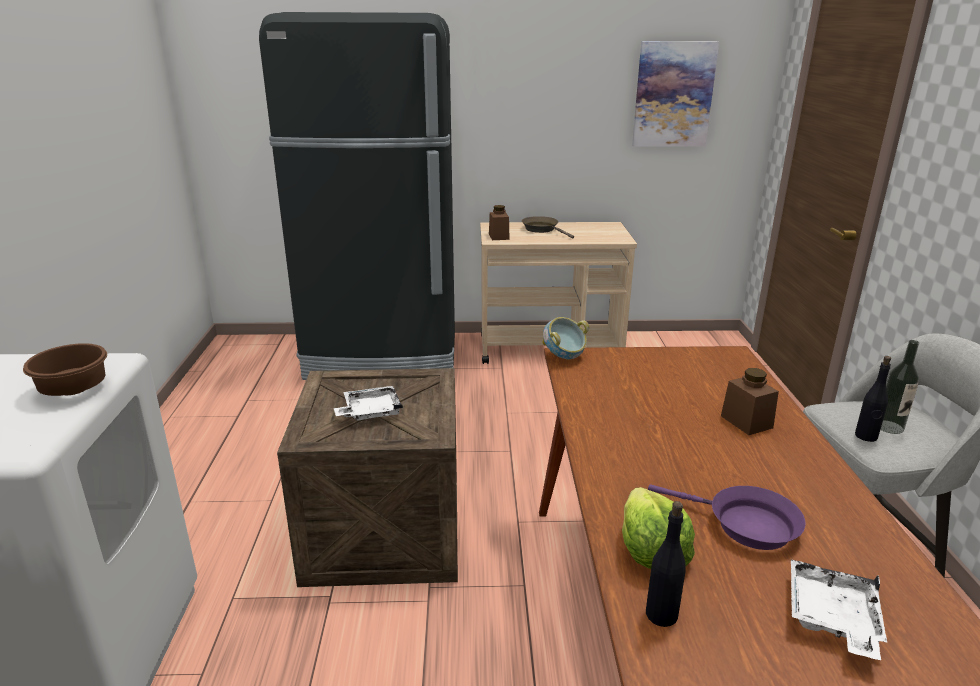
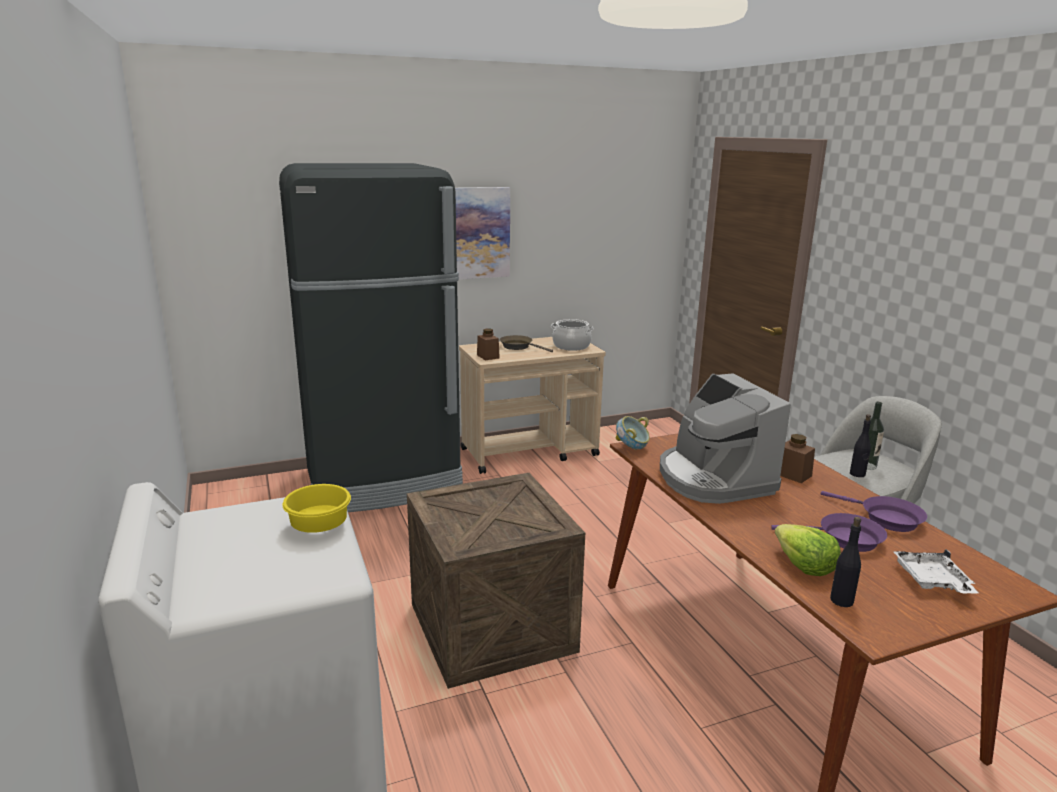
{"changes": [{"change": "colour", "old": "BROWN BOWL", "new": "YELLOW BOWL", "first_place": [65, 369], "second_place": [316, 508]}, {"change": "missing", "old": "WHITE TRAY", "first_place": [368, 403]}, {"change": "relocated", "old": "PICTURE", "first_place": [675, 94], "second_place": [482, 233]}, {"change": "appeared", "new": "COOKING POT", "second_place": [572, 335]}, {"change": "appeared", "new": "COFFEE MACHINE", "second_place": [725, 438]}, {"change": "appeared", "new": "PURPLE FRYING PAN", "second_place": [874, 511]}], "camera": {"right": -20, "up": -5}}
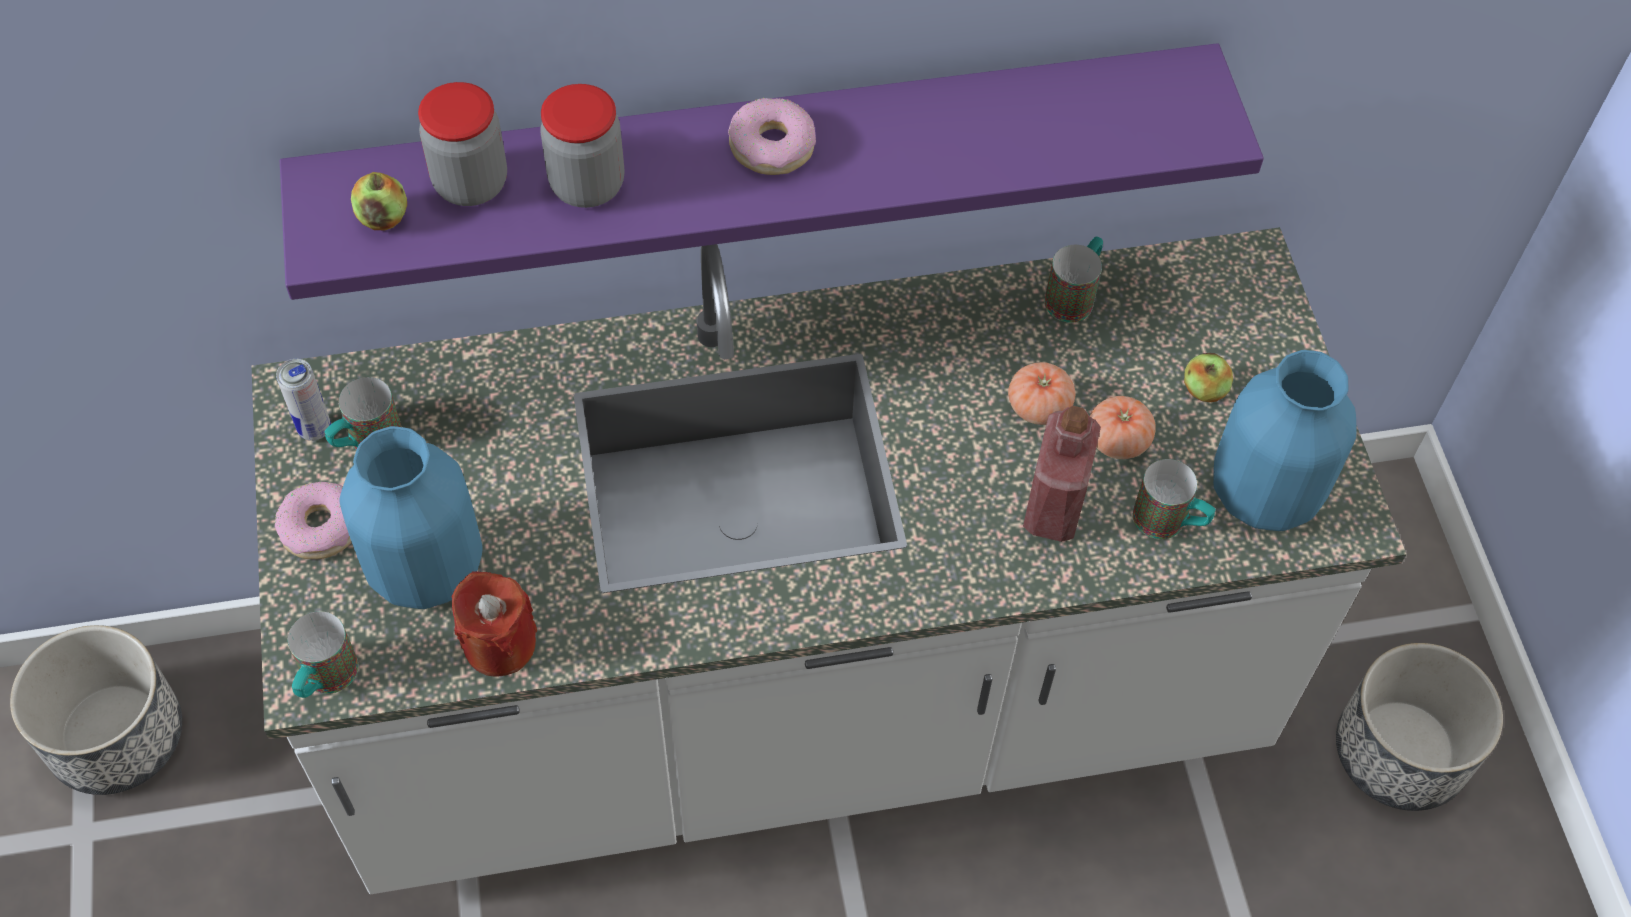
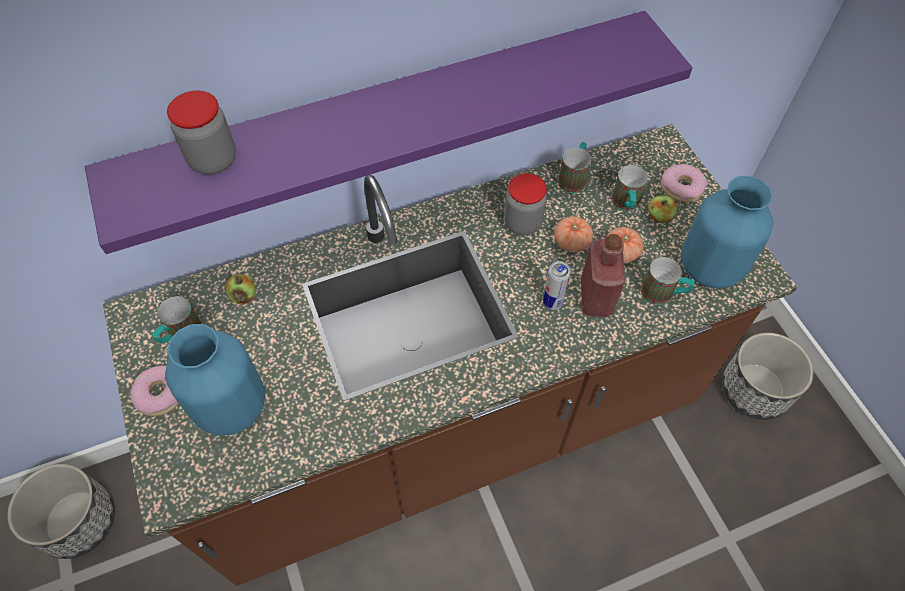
{"changes": [{"change": "colour", "old": "WHITE COUNTER", "new": "BROWN COUNTER", "first_place": [829, 560], "second_place": [450, 355]}, {"change": "relocated", "old": "CAN", "first_place": [303, 400], "second_place": [557, 285]}, {"change": "relocated", "old": "MUG", "first_place": [323, 654], "second_place": [629, 188]}, {"change": "relocated", "old": "APPLE", "first_place": [379, 201], "second_place": [240, 289]}, {"change": "missing", "old": "RED CANDLE", "first_place": [494, 624]}, {"change": "relocated", "old": "JAR", "first_place": [582, 146], "second_place": [525, 204]}, {"change": "relocated", "old": "DONUT", "first_place": [772, 136], "second_place": [684, 183]}], "camera": {"right": -10, "up": 0}}
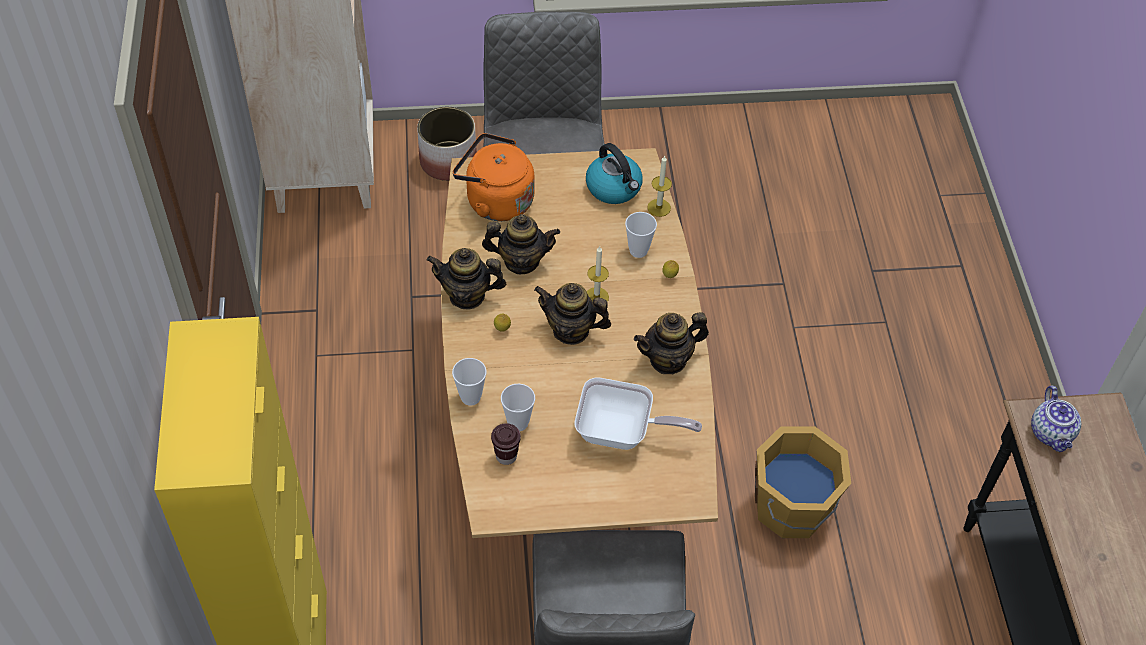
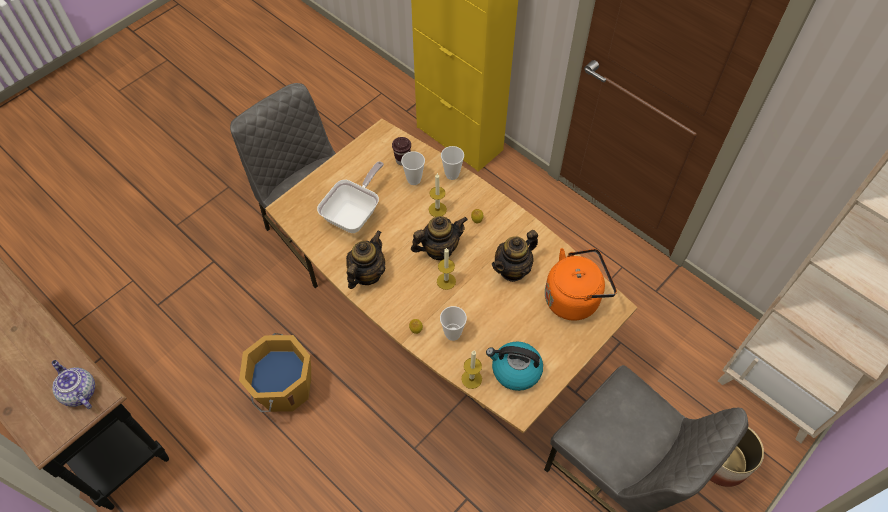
{"changes": [{"change": "missing", "old": "TEAPOT", "first_place": [466, 278]}, {"change": "spun", "old": "FRYING PAN", "first_place": [638, 413], "second_place": [350, 197], "degrees": 150}, {"change": "appeared", "new": "CANDLE", "second_place": [438, 195]}], "camera": {"right": 140, "up": 5}}
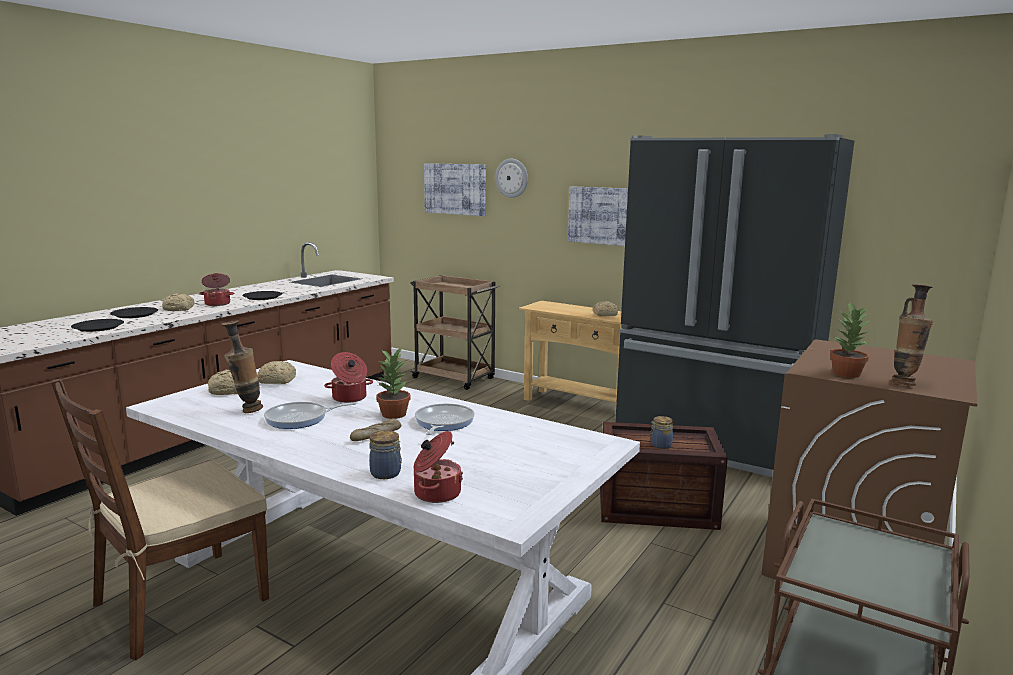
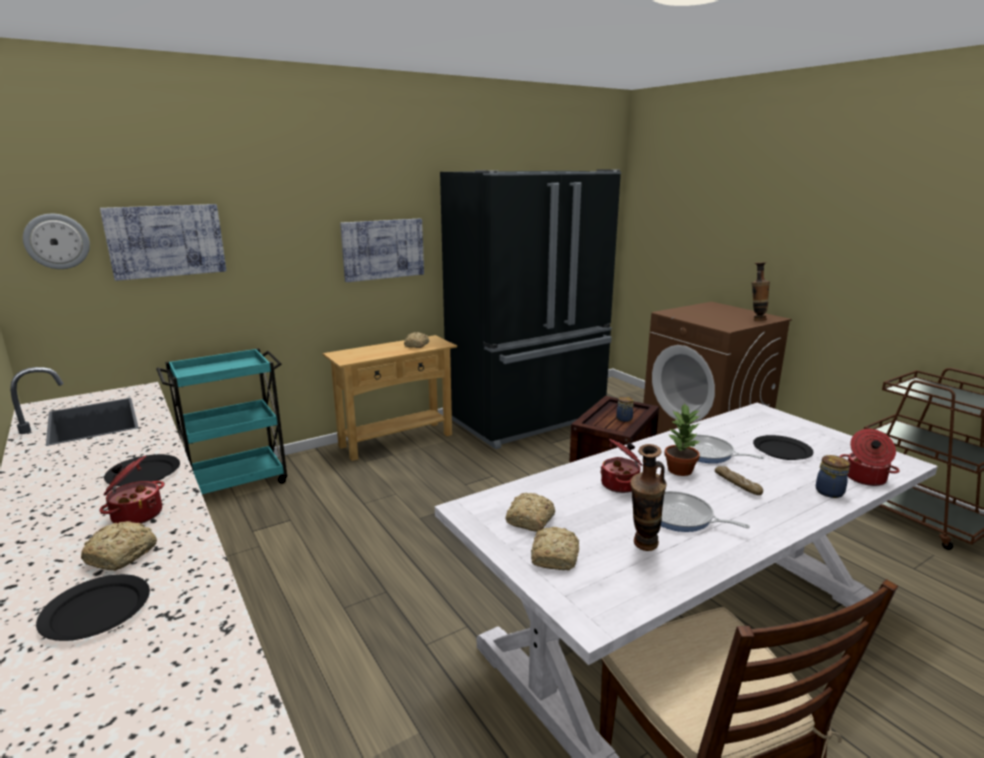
{"changes": [{"change": "relocated", "old": "BLACK PLATE", "first_place": [97, 325], "second_place": [783, 447]}, {"change": "spun", "old": "FRYING PAN", "first_place": [310, 415], "second_place": [705, 511], "degrees": 120}, {"change": "colour", "old": "BROWN CART", "new": "TURQUOISE CART", "first_place": [454, 332], "second_place": [221, 421]}, {"change": "relocated", "old": "WALL CLOCK", "first_place": [511, 178], "second_place": [56, 241]}, {"change": "missing", "old": "POTTED PLANT", "first_place": [849, 339]}], "camera": {"right": -65, "up": 5}}
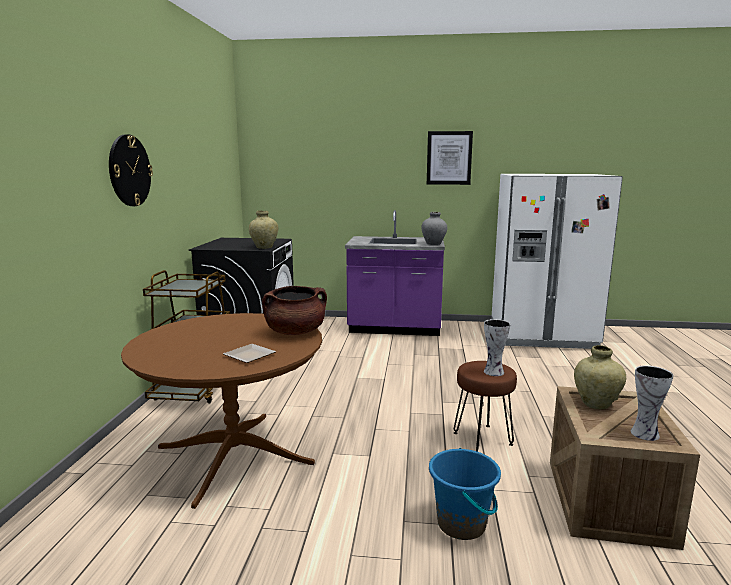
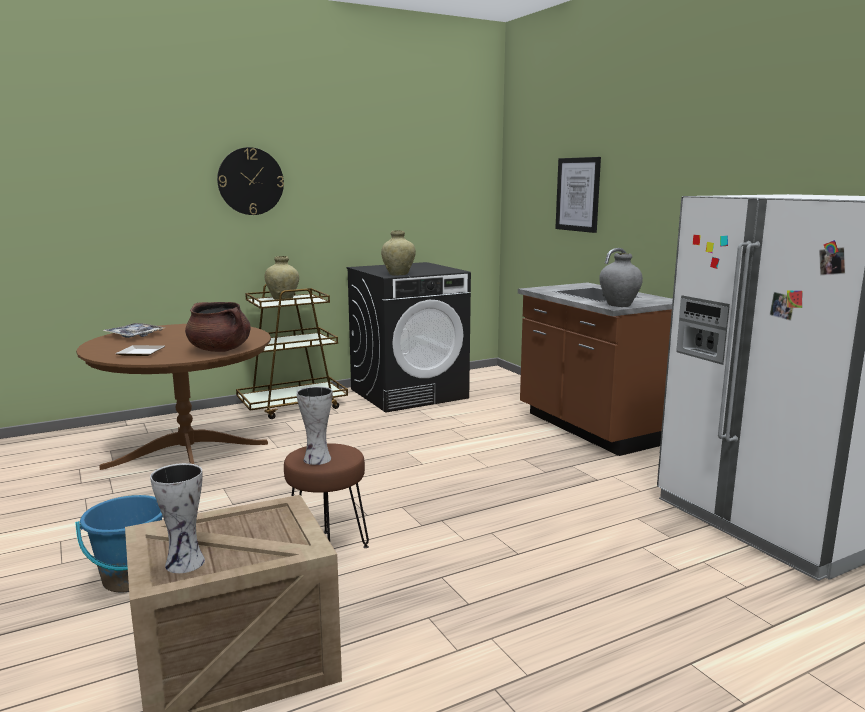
{"changes": [{"change": "colour", "old": "PURPLE COUNTER", "new": "BROWN COUNTER", "first_place": [395, 273], "second_place": [595, 352]}, {"change": "relocated", "old": "PICTURE", "first_place": [450, 158], "second_place": [578, 195]}, {"change": "relocated", "old": "BEIGE VASE", "first_place": [600, 377], "second_place": [281, 278]}, {"change": "appeared", "new": "TRAY", "second_place": [133, 330]}], "camera": {"right": 55, "up": 0}}
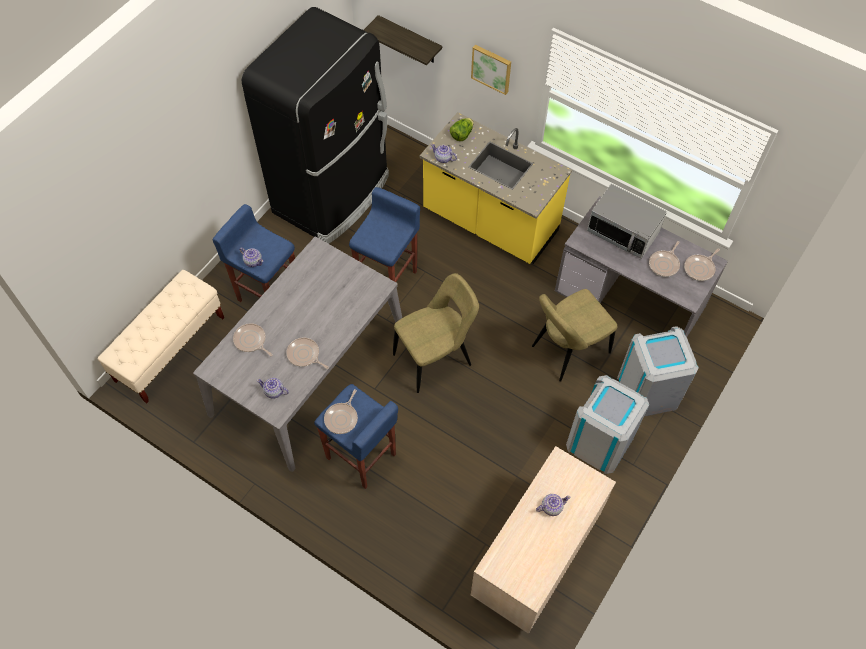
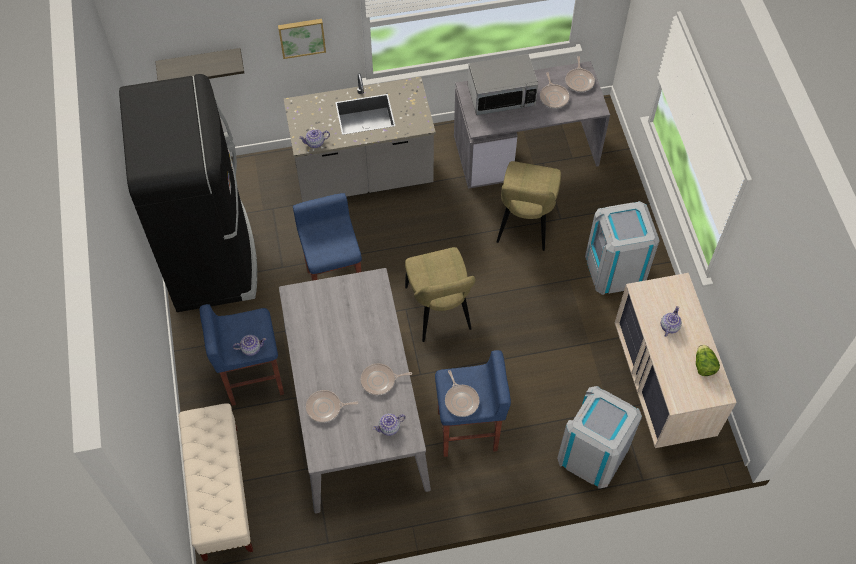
{"changes": [{"change": "spun", "old": "BEIGE CHAIR", "first_place": [436, 333], "second_place": [440, 294], "degrees": 150}, {"change": "colour", "old": "YELLOW COUNTER", "new": "GREY COUNTER", "first_place": [496, 188], "second_place": [359, 137]}, {"change": "relocated", "old": "LETTUCE", "first_place": [462, 129], "second_place": [708, 360]}, {"change": "relocated", "old": "GREY TRASH CAN", "first_place": [658, 371], "second_place": [599, 437]}], "camera": {"right": -45, "up": 0}}
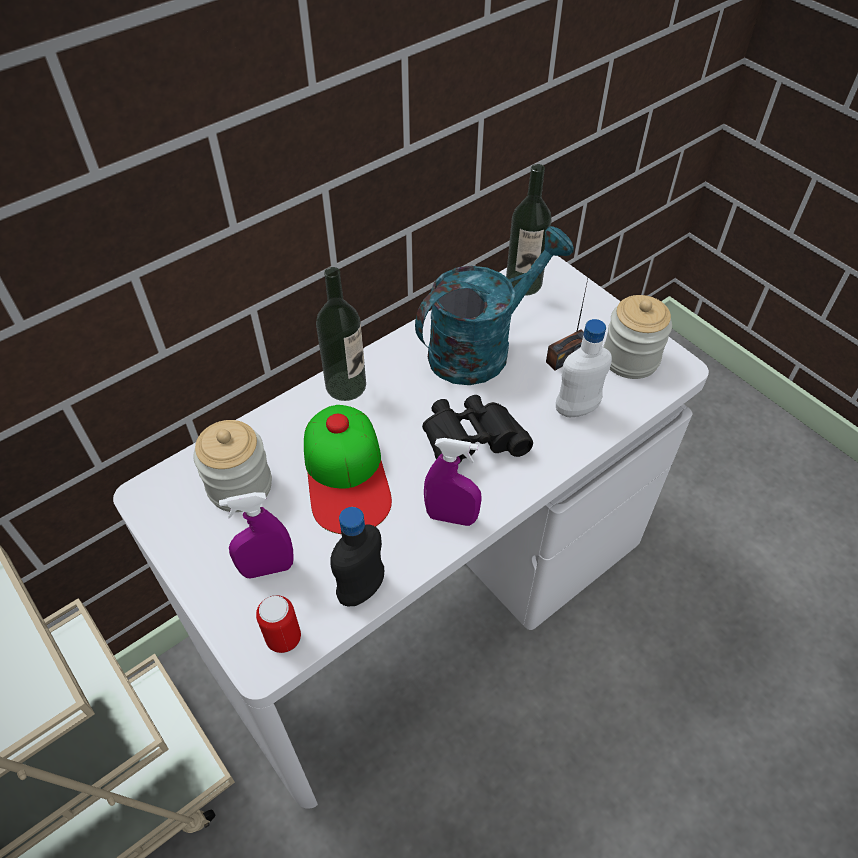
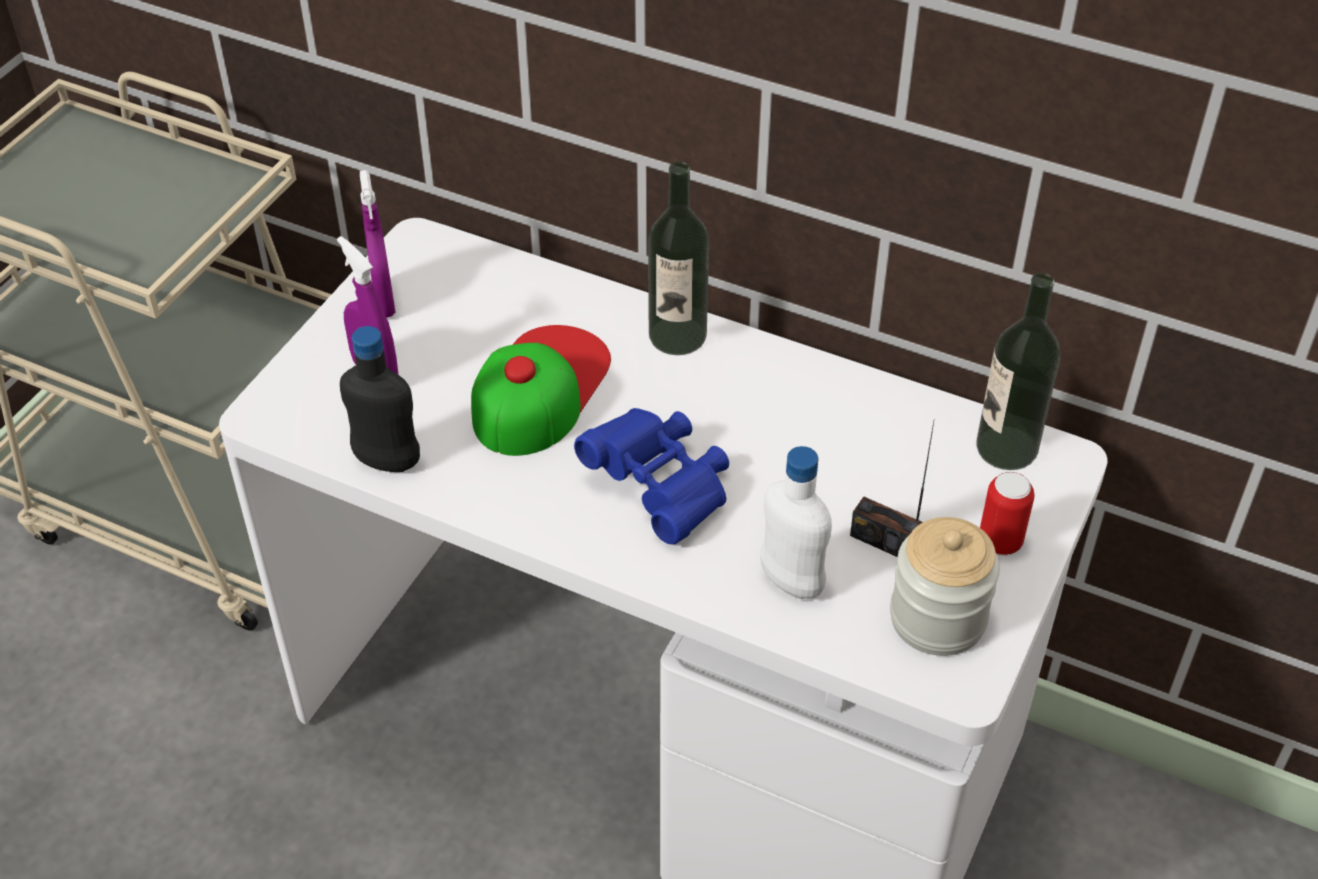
{"changes": [{"change": "missing", "old": "JAR", "first_place": [232, 466]}, {"change": "relocated", "old": "CAN", "first_place": [278, 624], "second_place": [1007, 514]}, {"change": "spun", "old": "CAP", "first_place": [348, 469], "second_place": [541, 390], "degrees": 150}, {"change": "missing", "old": "TURQUOISE WATERING CAN", "first_place": [494, 305]}, {"change": "colour", "old": "BLACK BINOCULARS", "new": "BLUE BINOCULARS", "first_place": [477, 428], "second_place": [651, 476]}, {"change": "relocated", "old": "PURPLE SPRAY BOTTLE", "first_place": [453, 482], "second_place": [377, 244]}], "camera": {"right": 65, "up": -5}}
